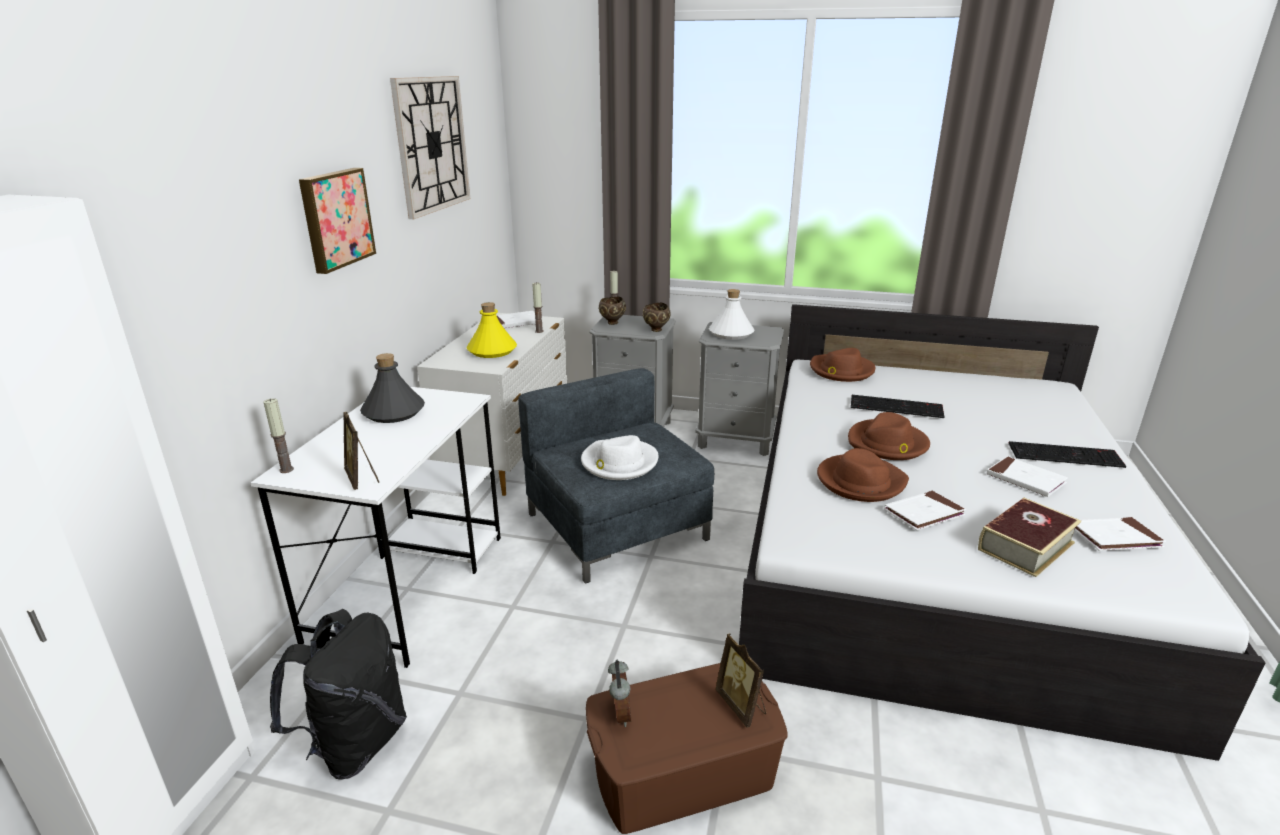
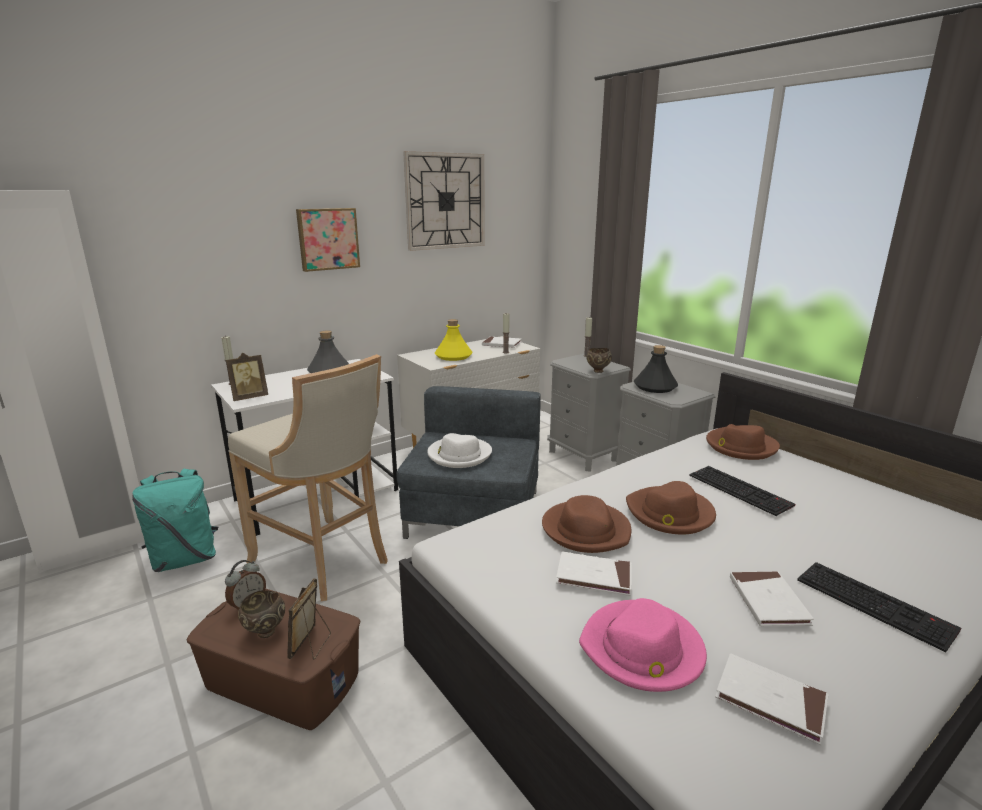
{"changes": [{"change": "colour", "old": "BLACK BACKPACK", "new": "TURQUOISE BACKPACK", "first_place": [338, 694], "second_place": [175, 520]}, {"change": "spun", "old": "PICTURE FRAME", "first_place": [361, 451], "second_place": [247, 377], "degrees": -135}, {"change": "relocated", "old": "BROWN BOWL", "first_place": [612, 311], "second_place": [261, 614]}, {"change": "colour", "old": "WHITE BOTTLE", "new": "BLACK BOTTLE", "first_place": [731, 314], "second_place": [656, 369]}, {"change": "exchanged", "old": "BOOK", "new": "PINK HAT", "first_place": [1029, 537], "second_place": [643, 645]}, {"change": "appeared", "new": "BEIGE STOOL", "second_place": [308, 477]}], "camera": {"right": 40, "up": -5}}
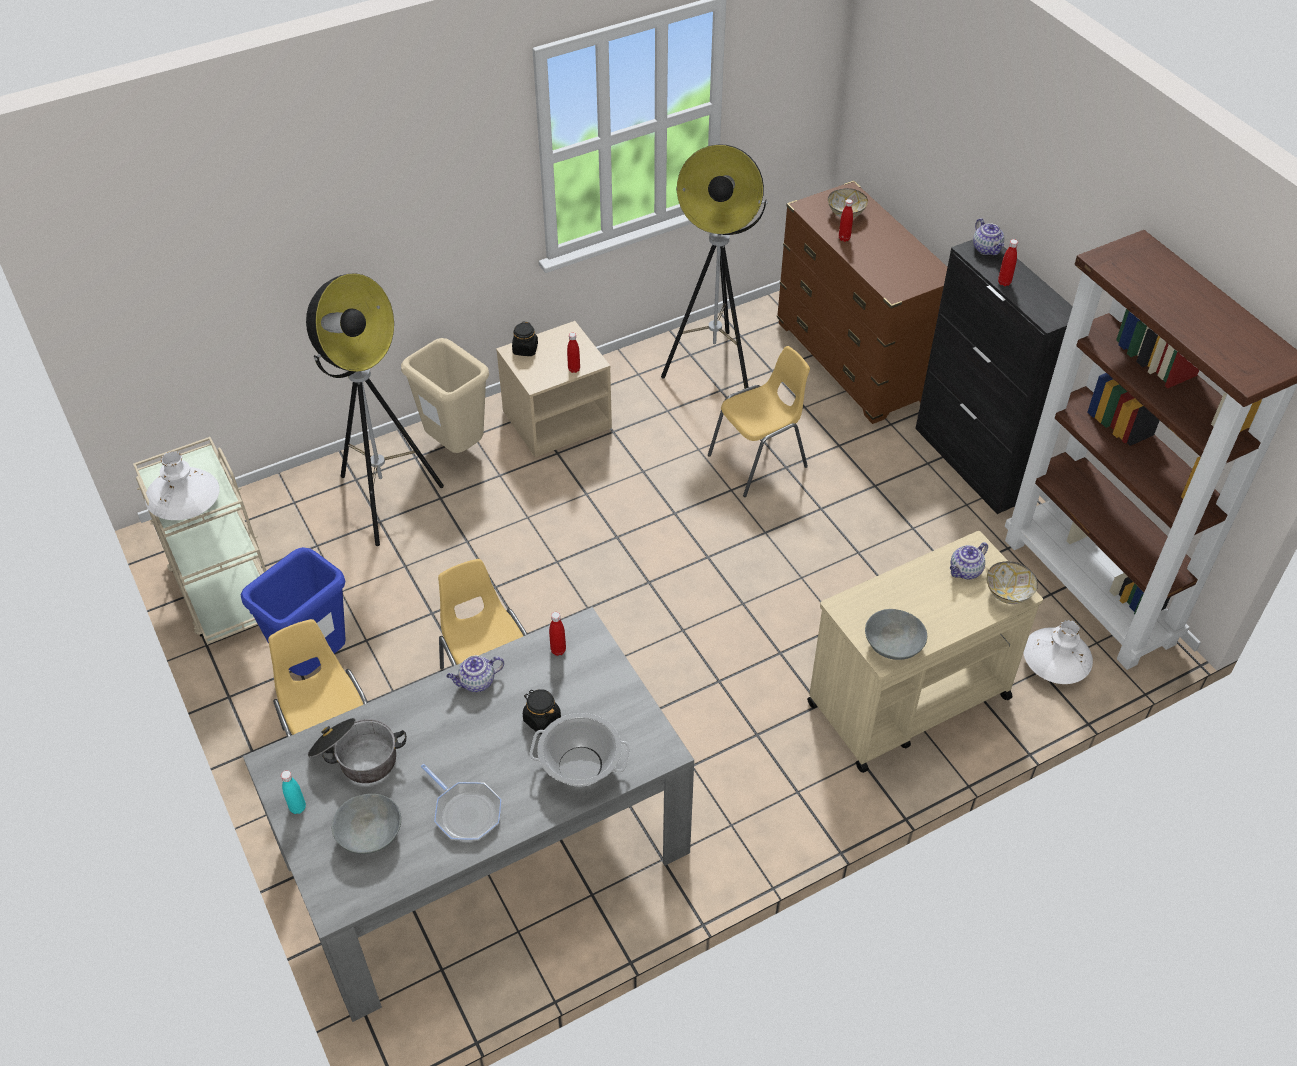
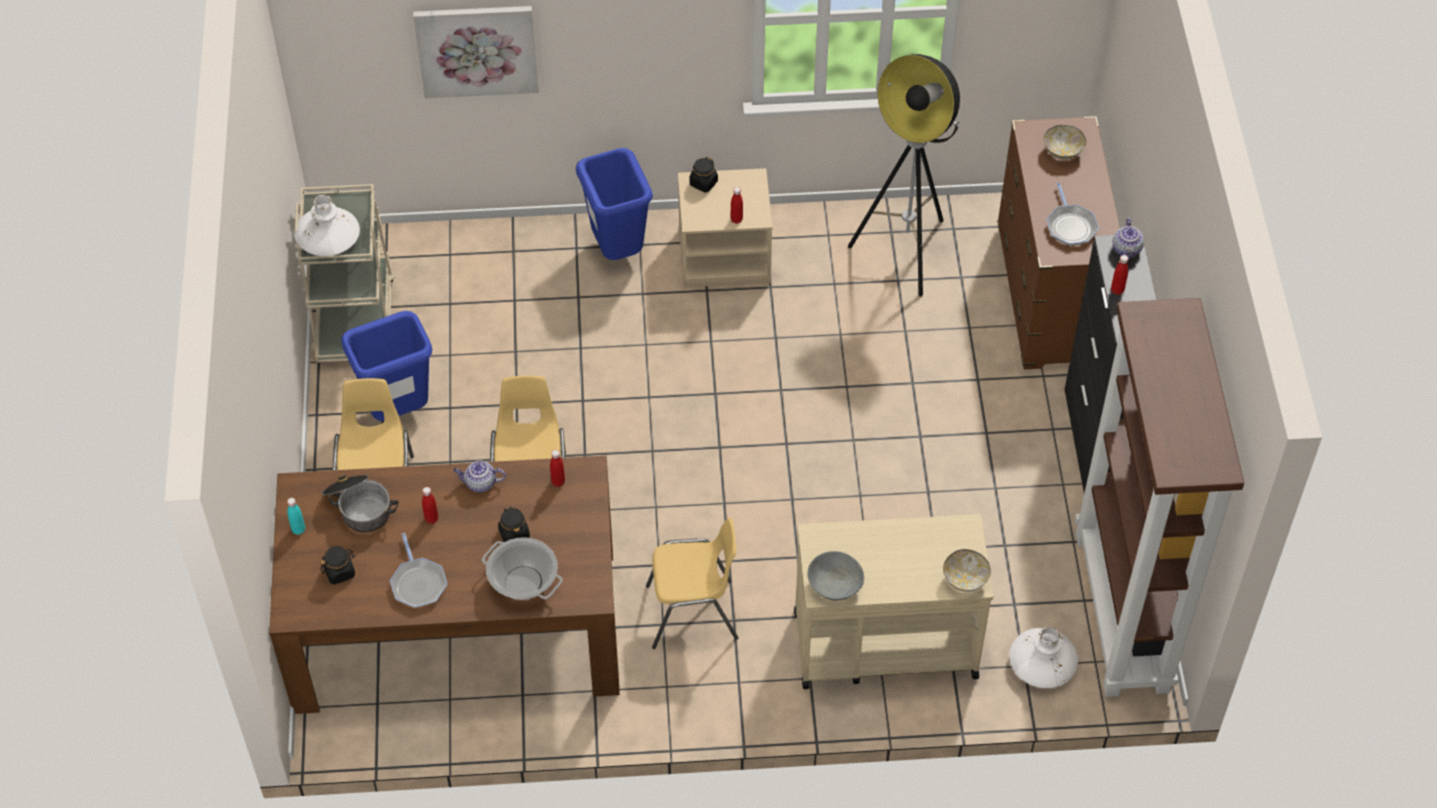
{"changes": [{"change": "colour", "old": "GREY DINING TABLE", "new": "BROWN DINING TABLE", "first_place": [468, 814], "second_place": [444, 585]}, {"change": "missing", "old": "FLOOR LAMP", "first_place": [375, 409]}, {"change": "exchanged", "old": "GREY BOWL", "new": "BLACK JAR", "first_place": [366, 824], "second_place": [337, 565]}, {"change": "colour", "old": "BEIGE TRASH CAN", "new": "BLUE TRASH CAN", "first_place": [445, 395], "second_place": [614, 204]}, {"change": "relocated", "old": "YELLOW CHAIR", "first_place": [759, 421], "second_place": [692, 583]}, {"change": "relocated", "old": "RED BOTTLE", "first_place": [846, 220], "second_place": [430, 505]}, {"change": "missing", "old": "TEAPOT", "first_place": [969, 560]}, {"change": "appeared", "new": "PICTURE", "second_place": [476, 52]}, {"change": "appeared", "new": "FRYING PAN", "second_place": [1072, 214]}], "camera": {"right": 25, "up": 5}}
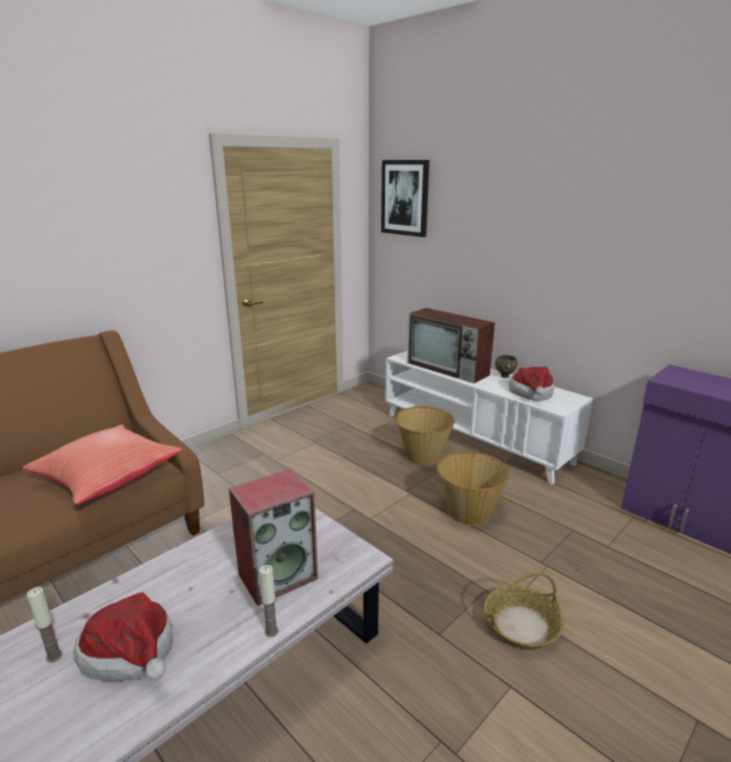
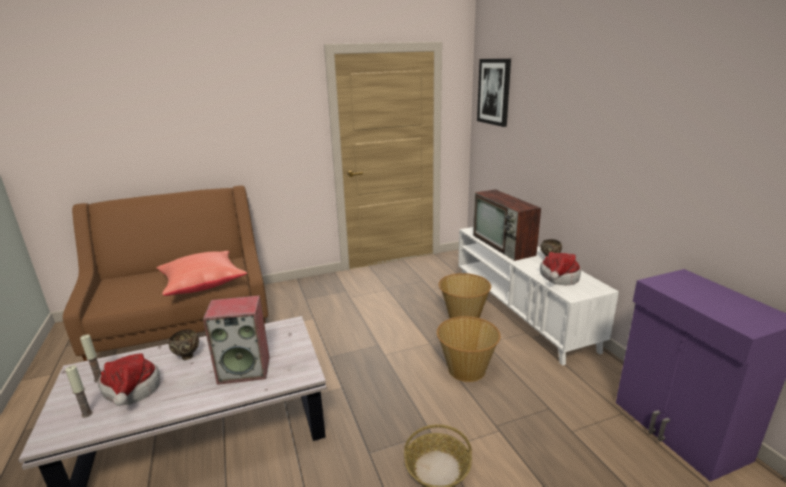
{"changes": [{"change": "relocated", "old": "CANDLE", "first_place": [268, 601], "second_place": [79, 391]}, {"change": "appeared", "new": "BROWN BOWL", "second_place": [184, 345]}], "camera": {"right": 25, "up": 0}}
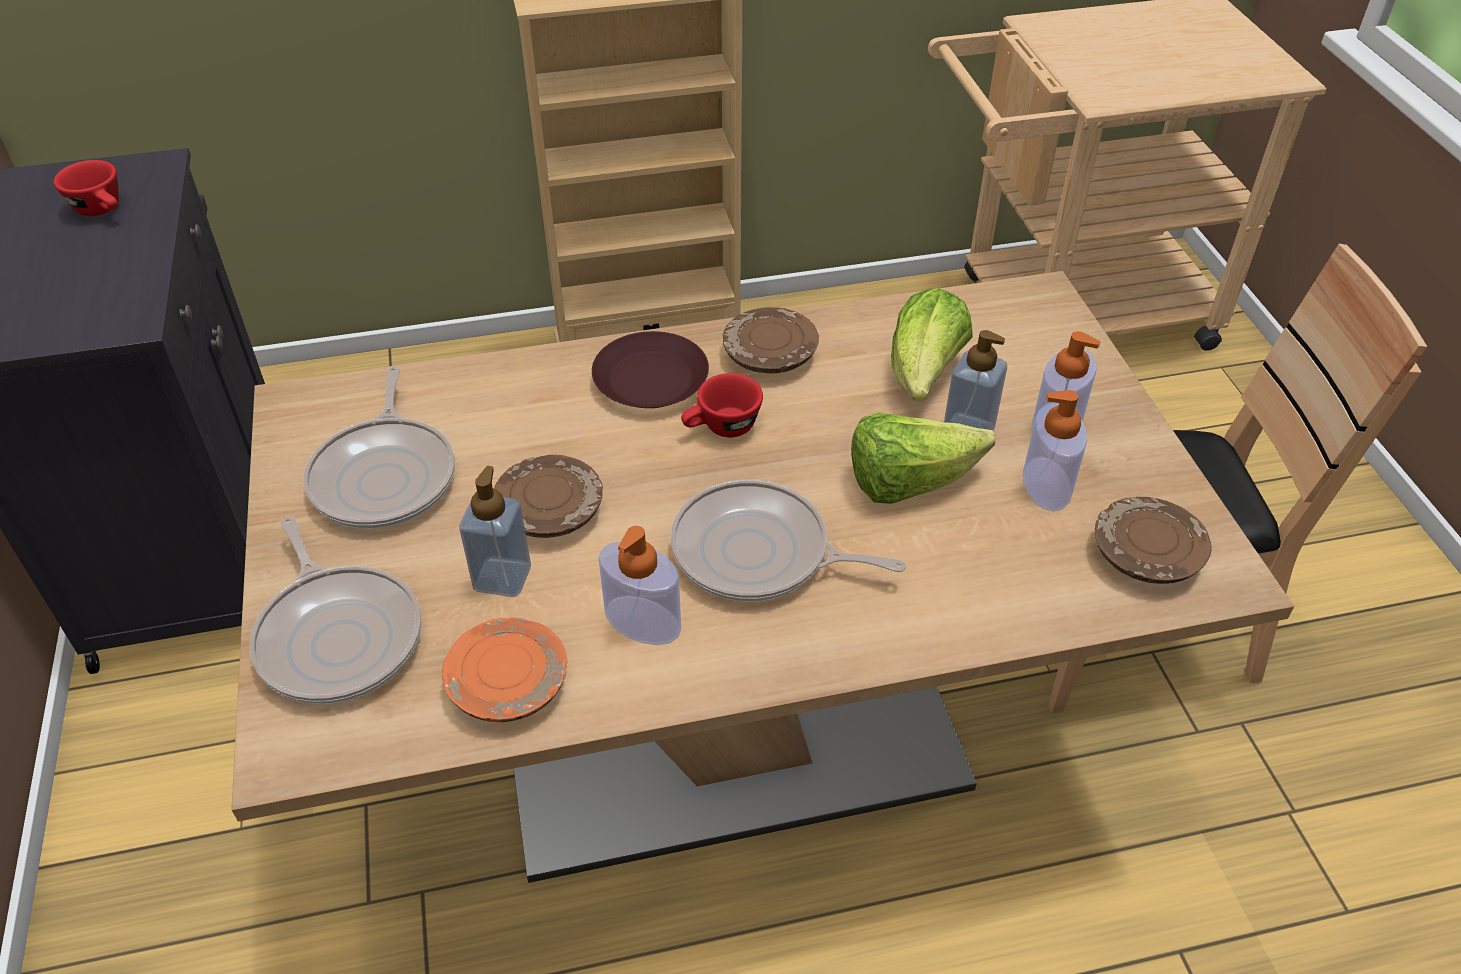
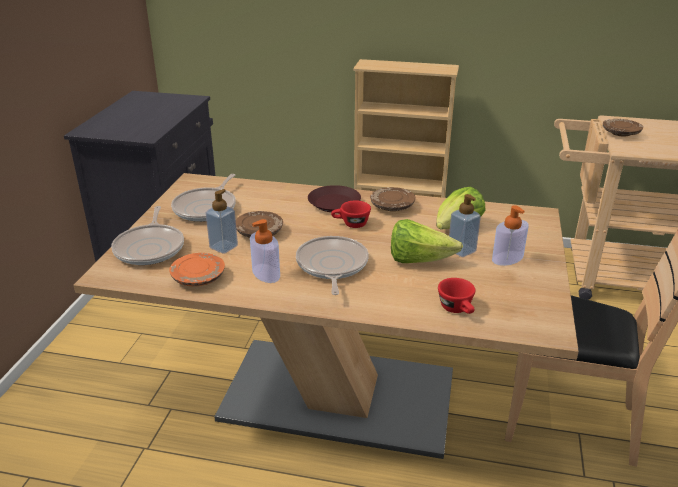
{"changes": [{"change": "relocated", "old": "RED CUP", "first_place": [86, 188], "second_place": [456, 296]}, {"change": "spun", "old": "FRYING PAN", "first_place": [788, 540], "second_place": [332, 265], "degrees": 45}, {"change": "missing", "old": "SOAP DISPENSER", "first_place": [1055, 451]}, {"change": "relocated", "old": "BROWN PLATE", "first_place": [1153, 540], "second_place": [623, 128]}], "camera": {"right": 25, "up": -15}}
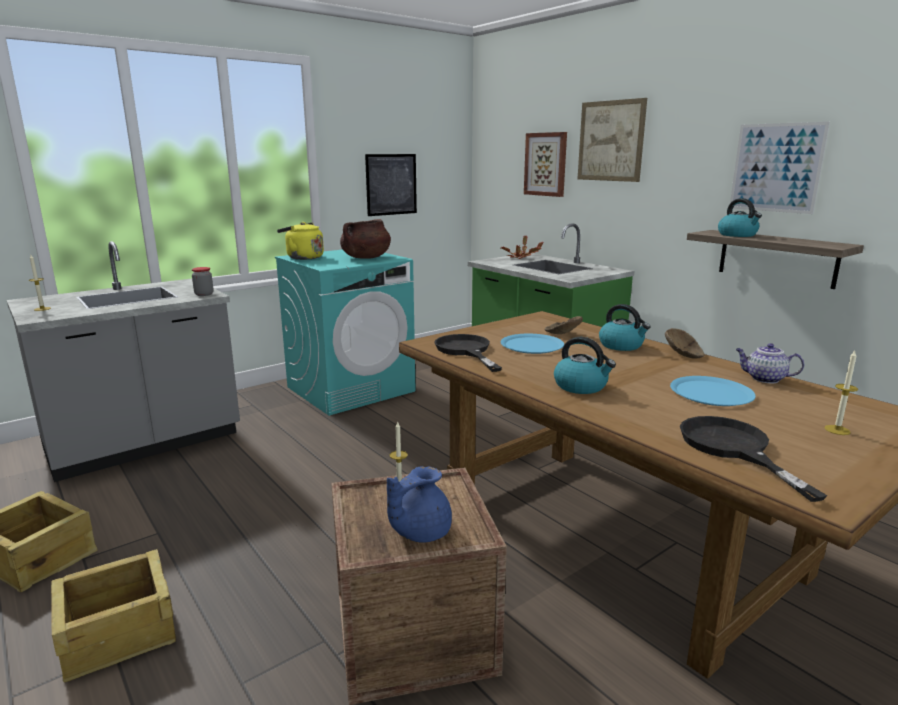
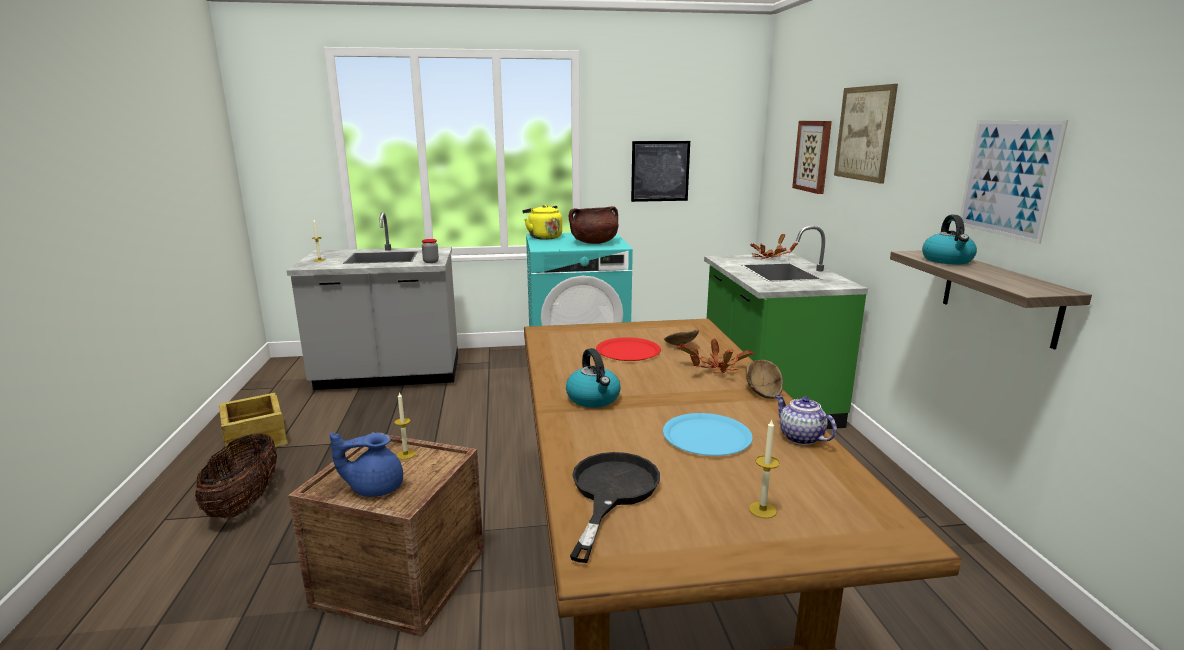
{"changes": [{"change": "exchanged", "old": "CRATE", "new": "BASKET", "first_place": [113, 616], "second_place": [236, 475]}, {"change": "missing", "old": "BLACK FRYING PAN", "first_place": [468, 353]}, {"change": "colour", "old": "BLUE PLATE", "new": "RED PLATE", "first_place": [532, 344], "second_place": [628, 349]}, {"change": "exchanged", "old": "KETTLE", "new": "POTTED PLANT", "first_place": [625, 327], "second_place": [715, 356]}], "camera": {"right": 30, "up": 0}}
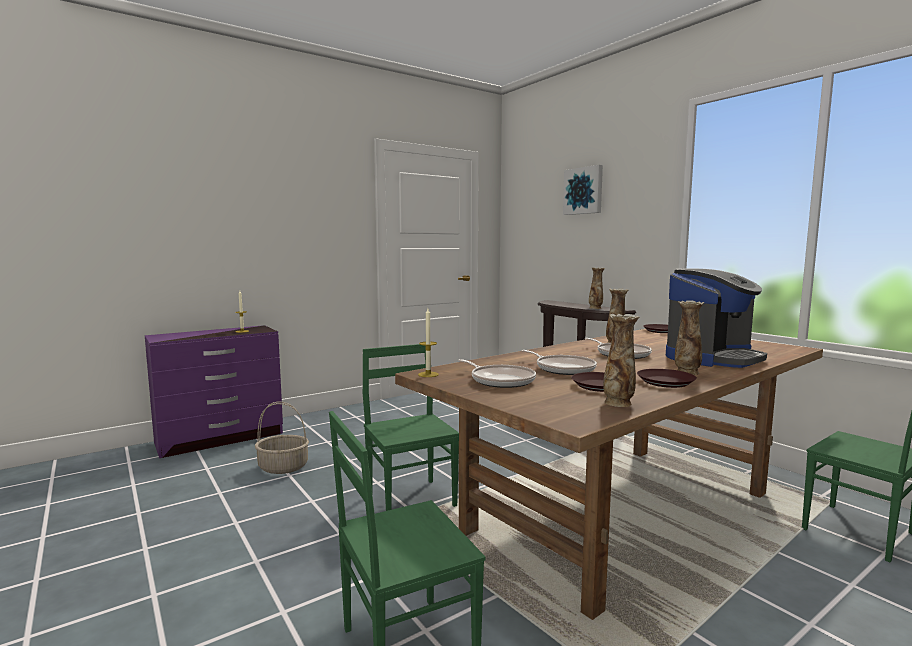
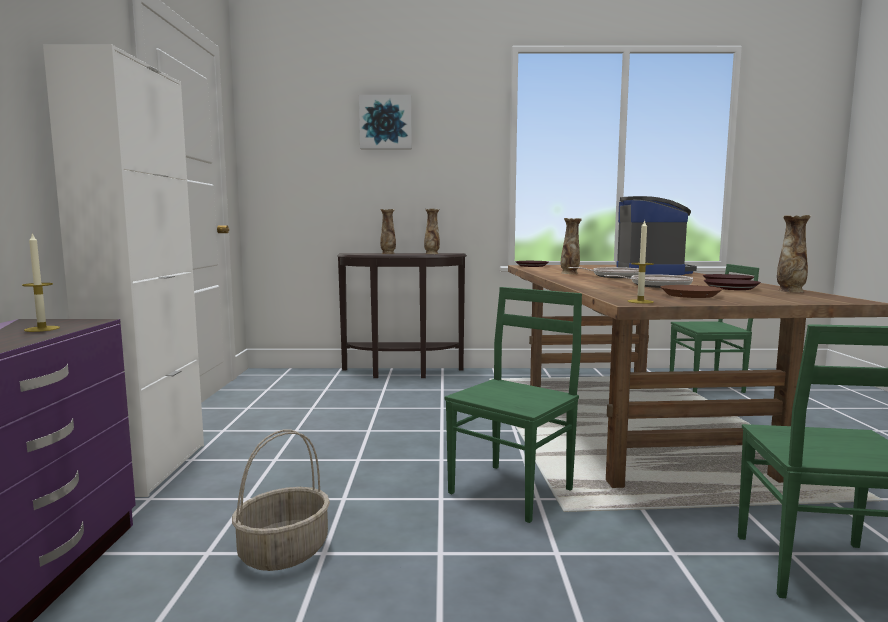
{"changes": [{"change": "spun", "old": "GREEN CHAIR", "first_place": [411, 427], "second_place": [513, 405], "degrees": 120}, {"change": "exchanged", "old": "FRYING PAN", "new": "BROWN PLATE", "first_place": [497, 373], "second_place": [691, 291]}, {"change": "relocated", "old": "VASE", "first_place": [689, 337], "second_place": [388, 231]}, {"change": "appeared", "new": "WHITE CABINET", "second_place": [123, 270]}], "camera": {"right": -55, "up": 0}}
